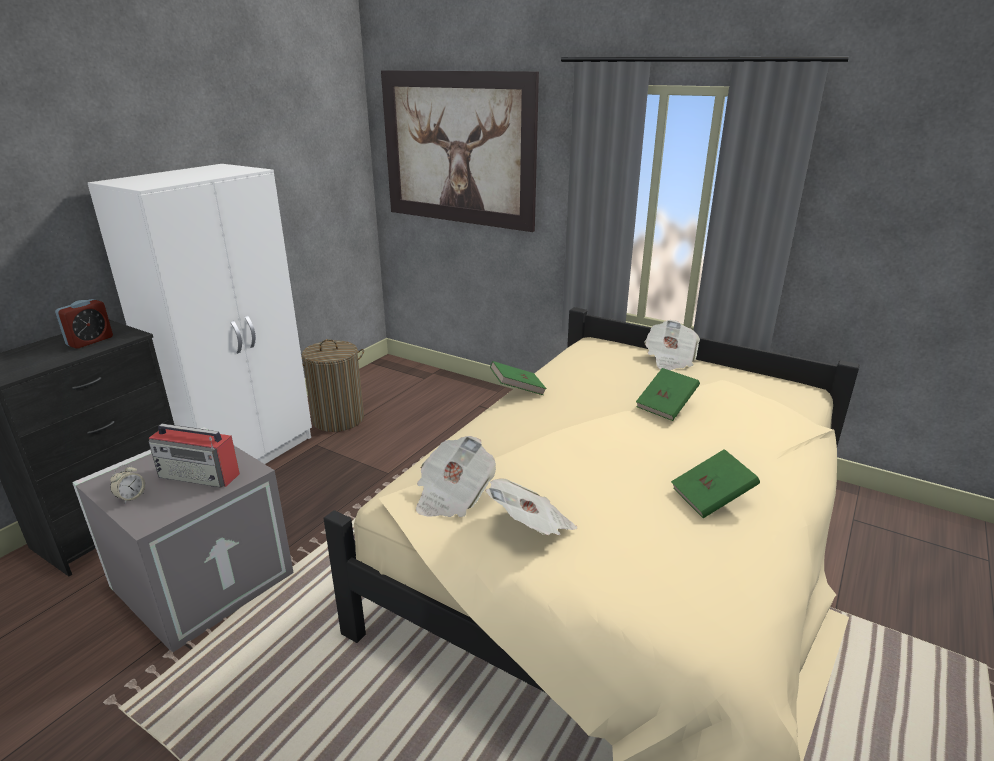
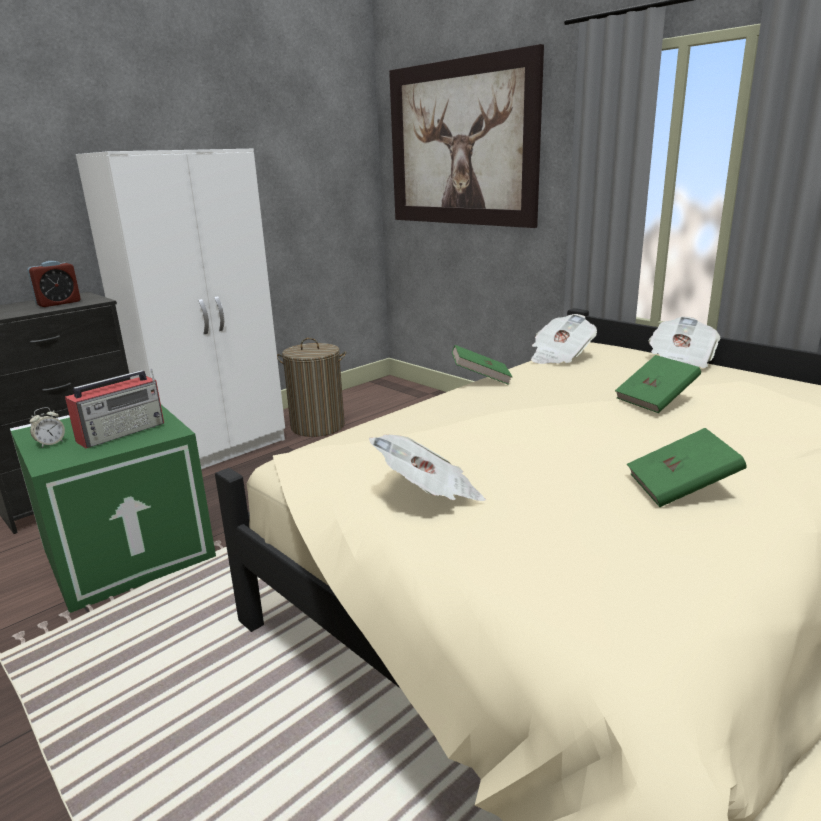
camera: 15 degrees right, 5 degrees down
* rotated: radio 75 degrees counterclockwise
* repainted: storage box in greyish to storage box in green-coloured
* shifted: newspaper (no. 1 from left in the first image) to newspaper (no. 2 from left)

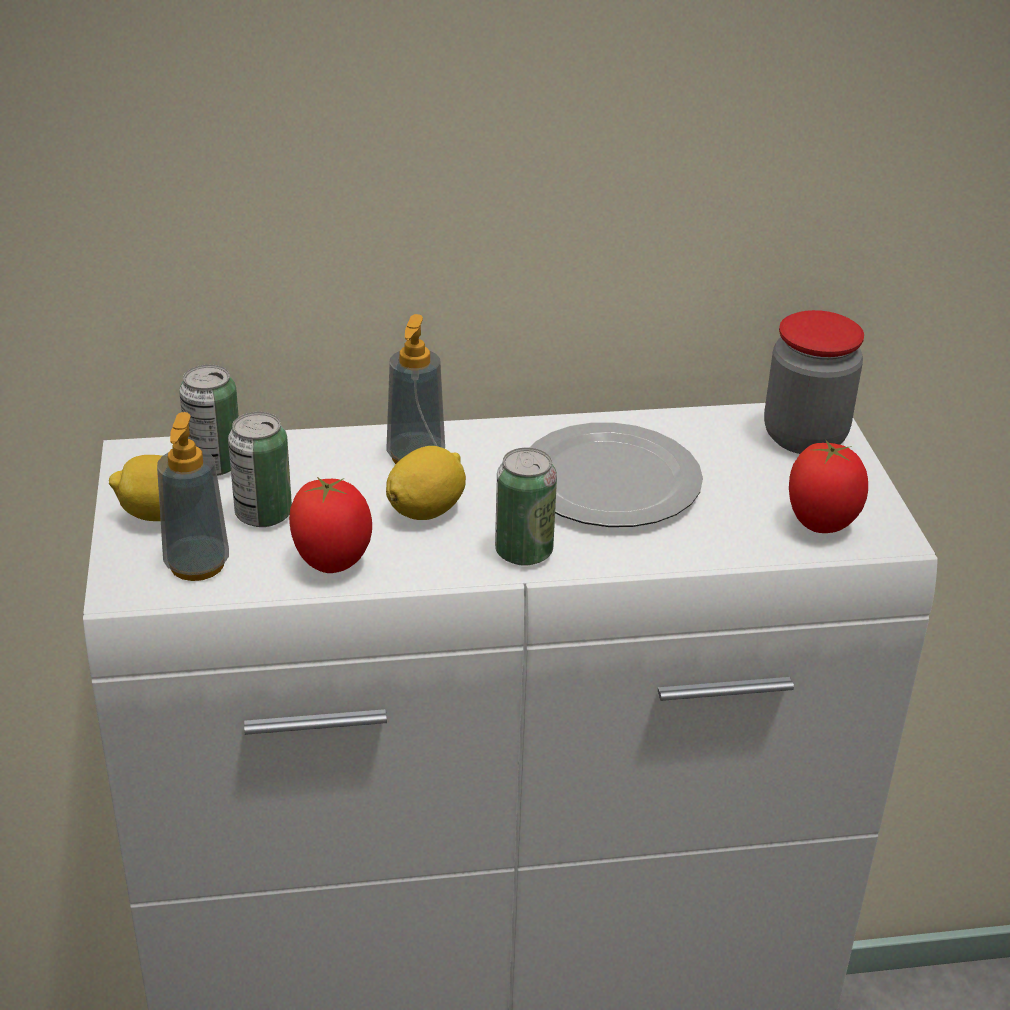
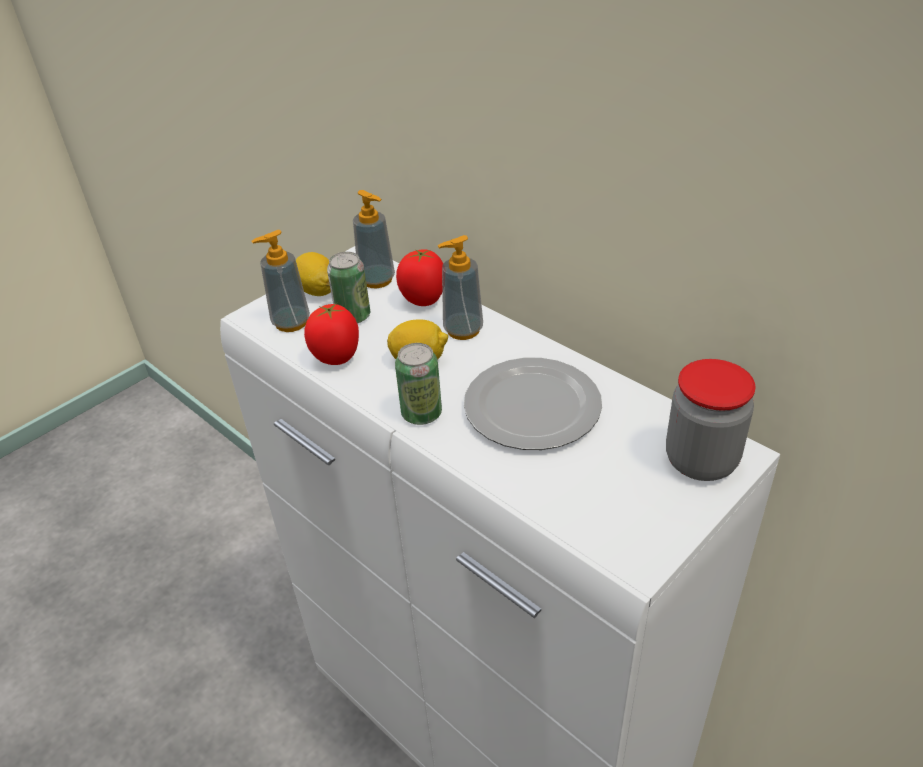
camera: 55 degrees right, 5 degrees up
* swapped: can (no. 1 from left) to liquid soap bottle (no. 2 from left)
* shifted: whole tomato (no. 2 from left)

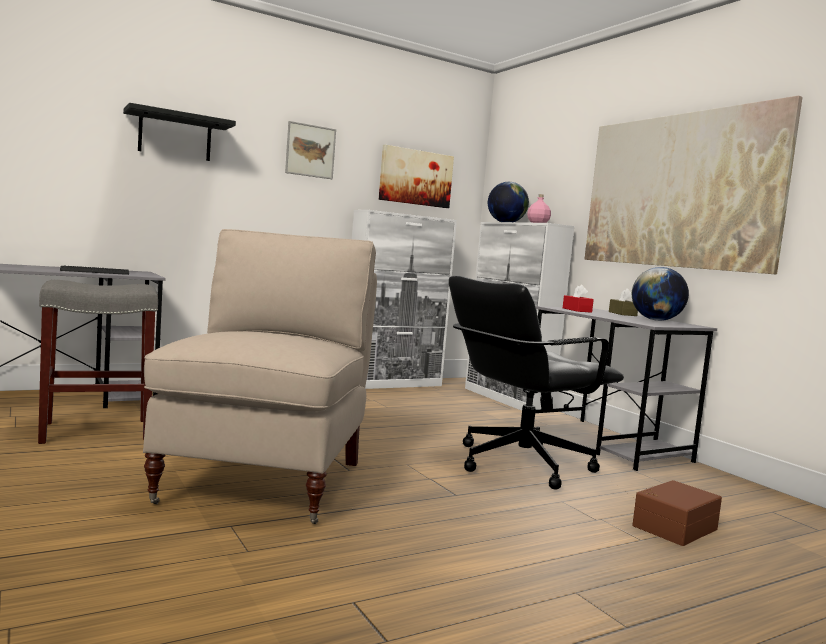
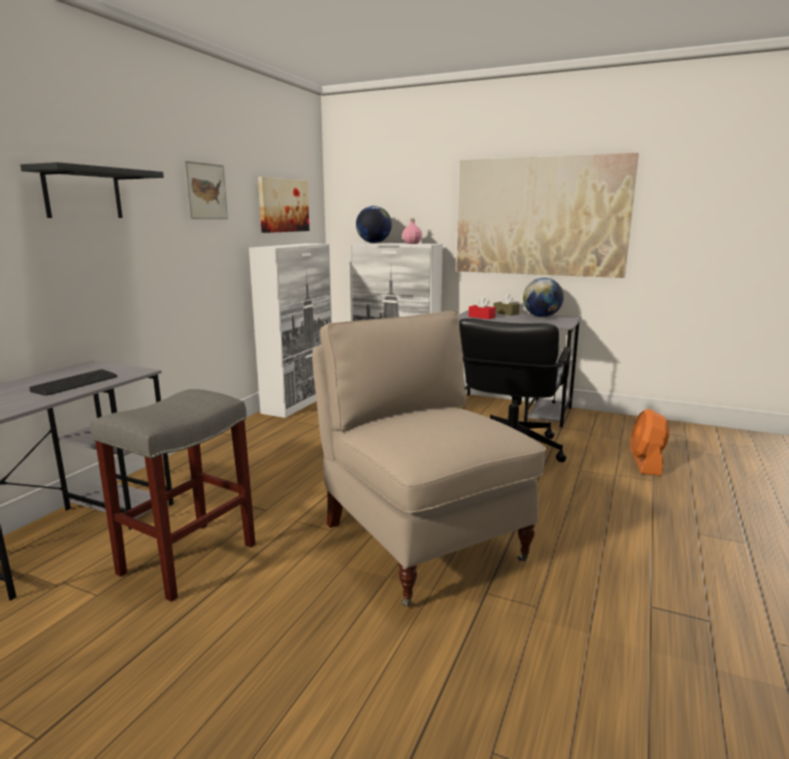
camera: 35 degrees left, 10 degrees up
* swapped: storage box in brown-coloured to electric fan in orangey

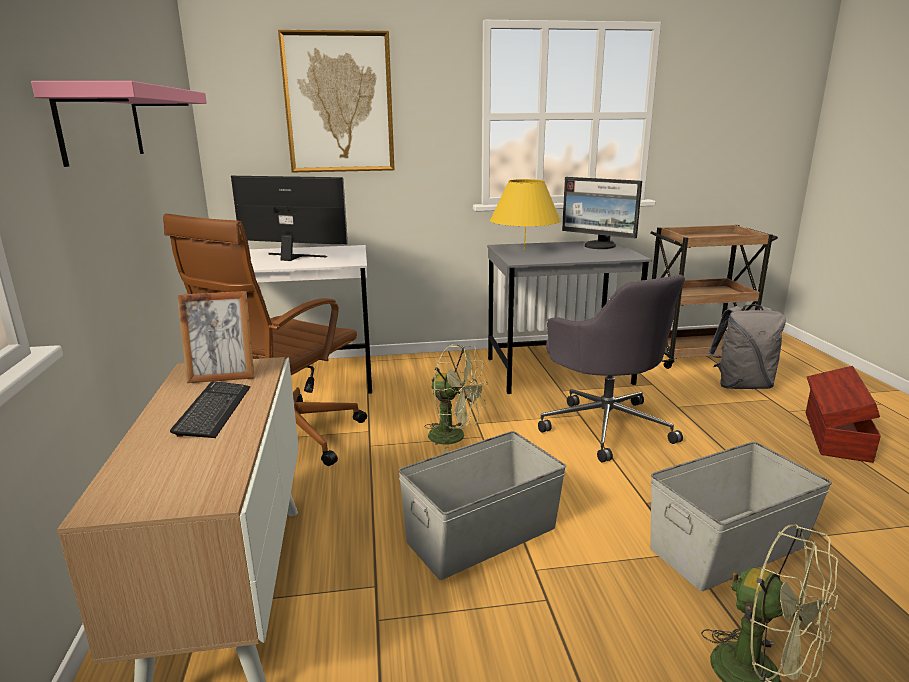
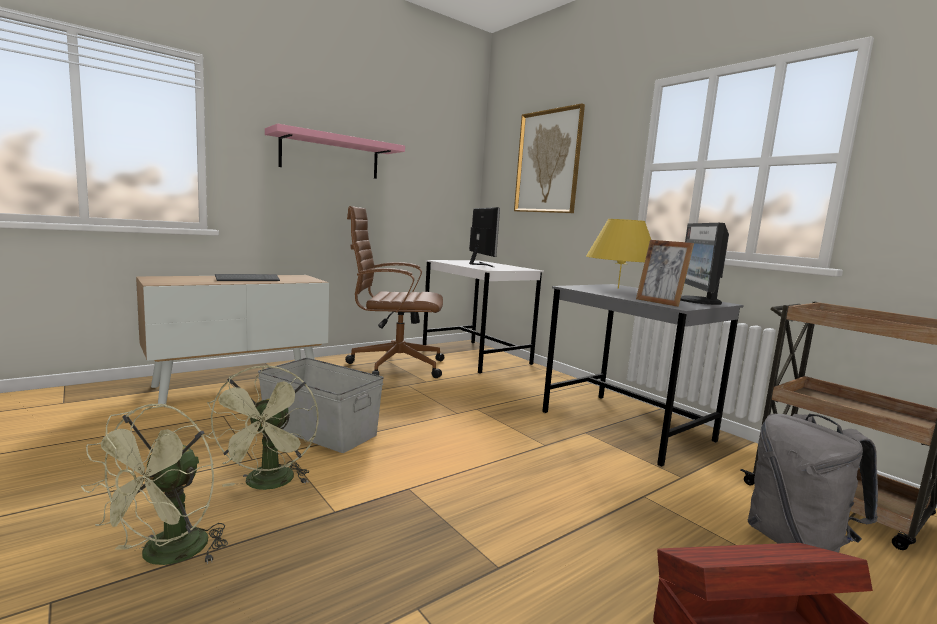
camera: 60 degrees right, 10 degrees down
* gone: computer chair in greyish
* shifted: photo frame
* shifted: electric fan in green-coloured (no. 1 from left in the first image) to electric fan in green-coloured (no. 2 from left)
* gone: storage box in greyish (no. 2 from left)

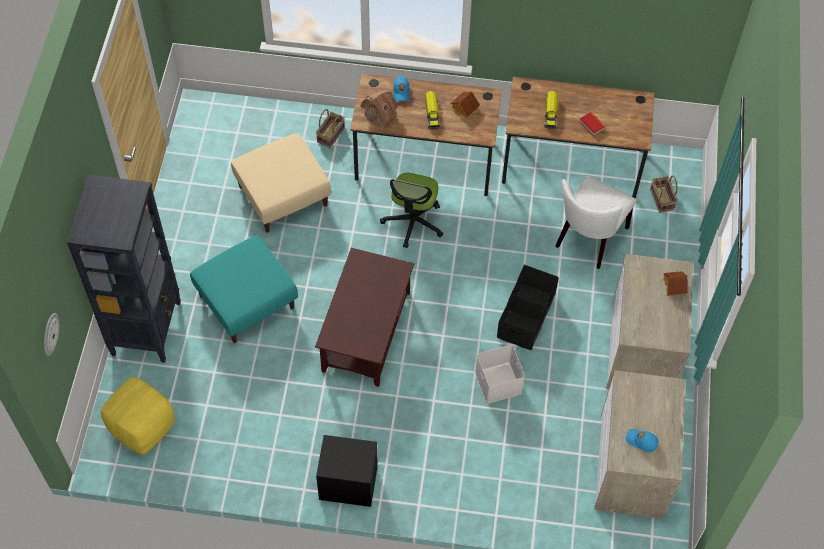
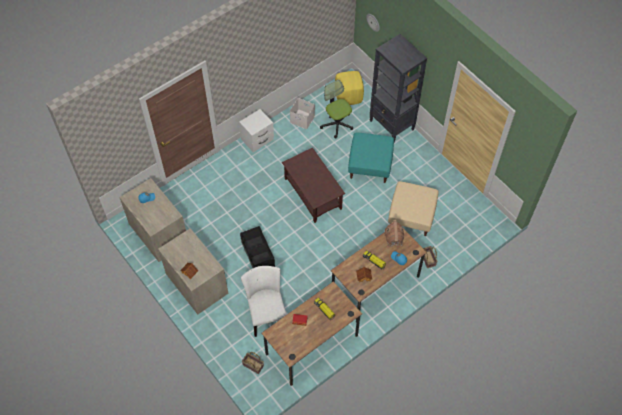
camera: 135 degrees right, 0 degrees up
* shifted: computer chair
* shifted: storage box in white-coloured
* repainted: night table in black to night table in white-coloured

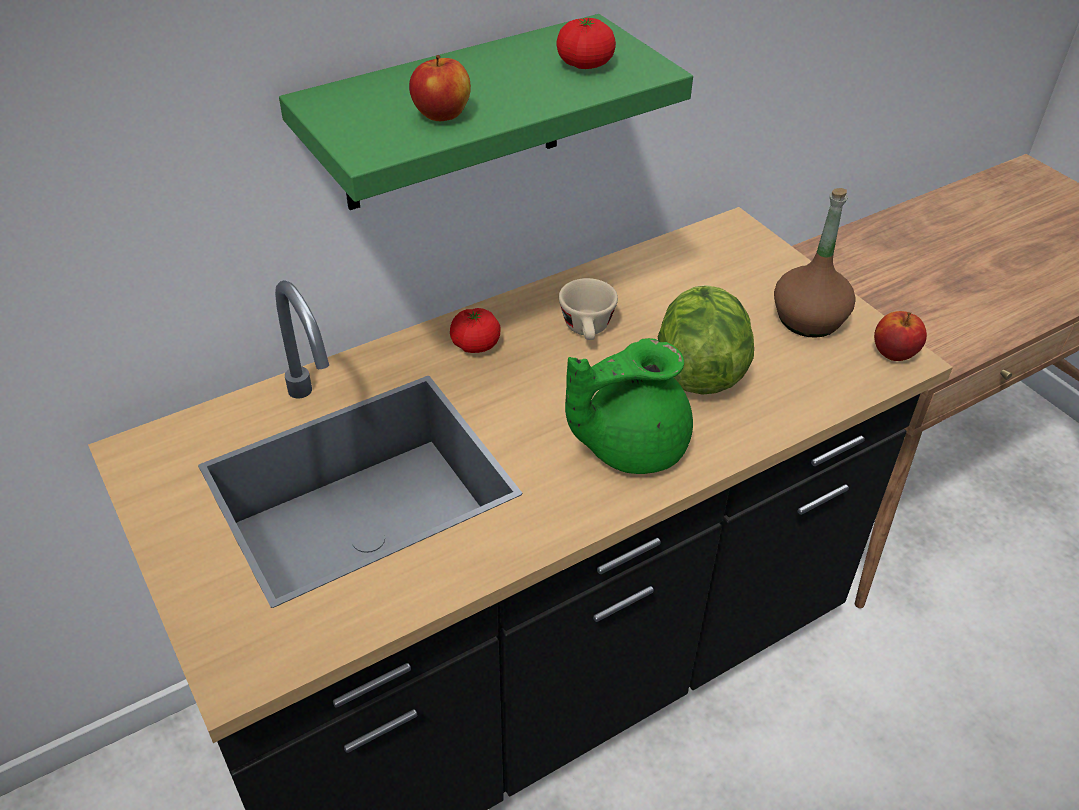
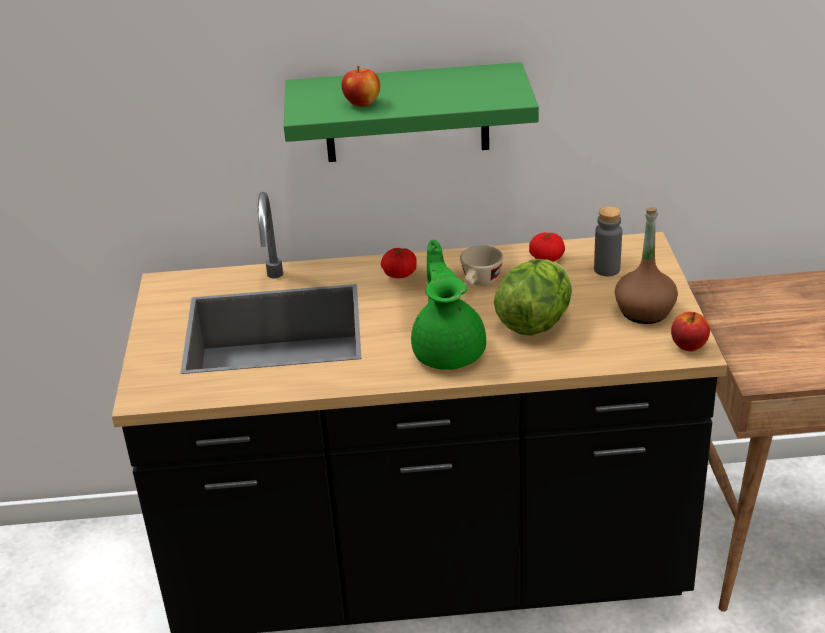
camera: 30 degrees right, 10 degrees down
* shifted: whole tomato (no. 2 from left)
* rotated: teapot in green-coloured 75 degrees clockwise
* new: drink bottle in greyish

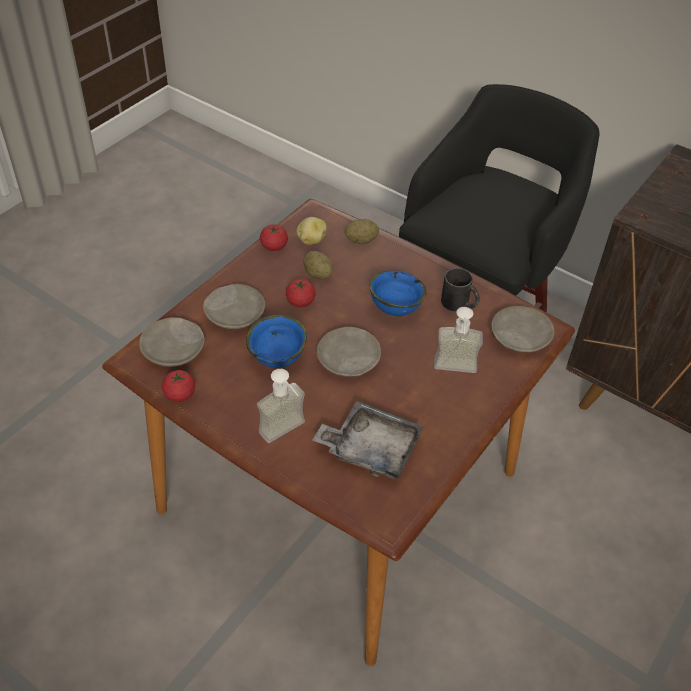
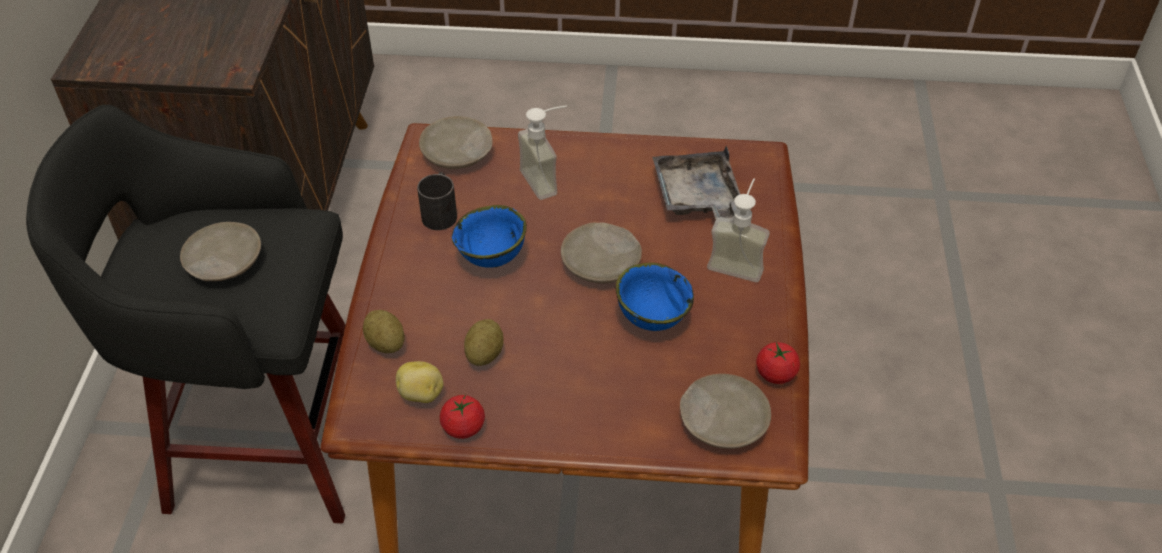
camera: 120 degrees left, 0 degrees up
* gone: whole tomato (no. 3 from left)
* shifted: dinner plate in sand-coloured (no. 2 from left in the first image) to dinner plate in sand-coloured (no. 1 from left)

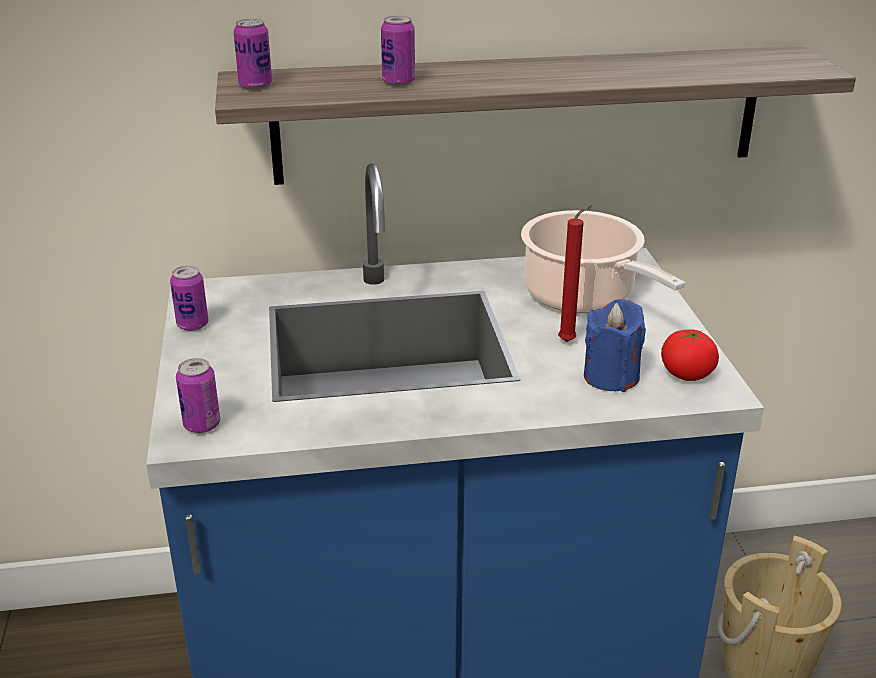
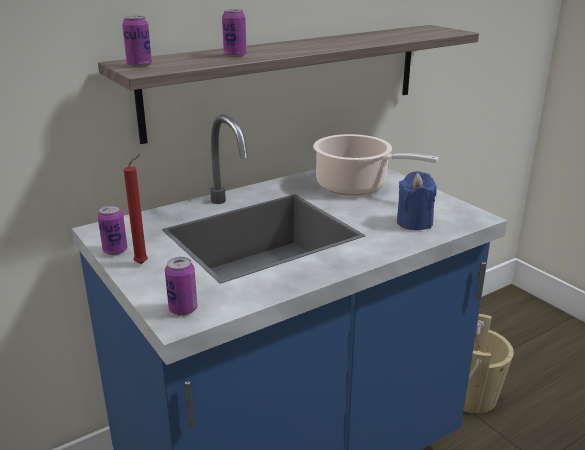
camera: 25 degrees left, 5 degrees down
* shifted: wax candle in red-coloured
* gone: whole tomato

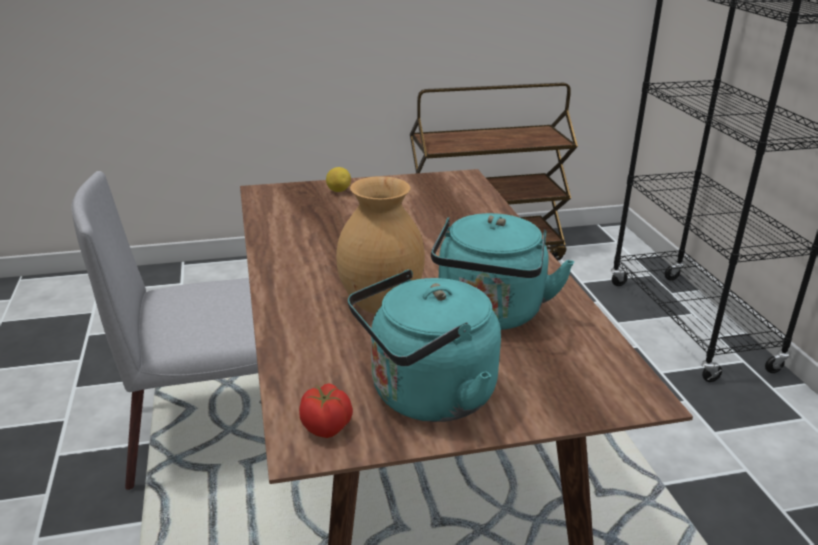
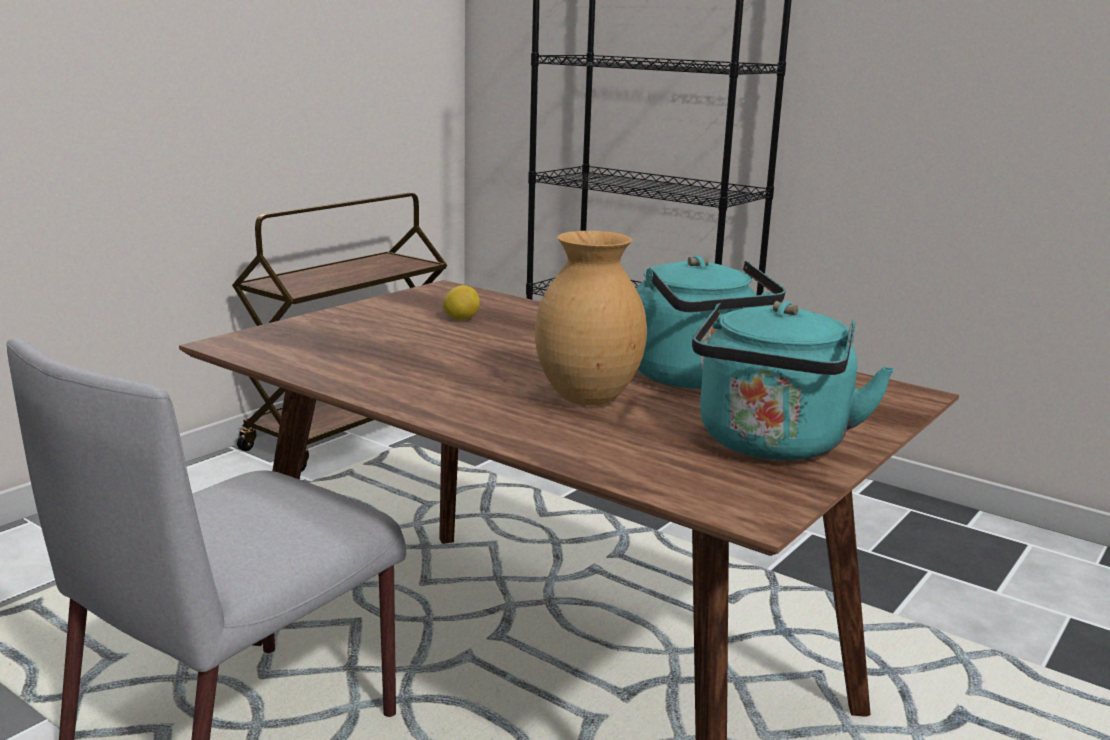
camera: 40 degrees left, 10 degrees down
* shifted: whole lemon
* gone: whole tomato

